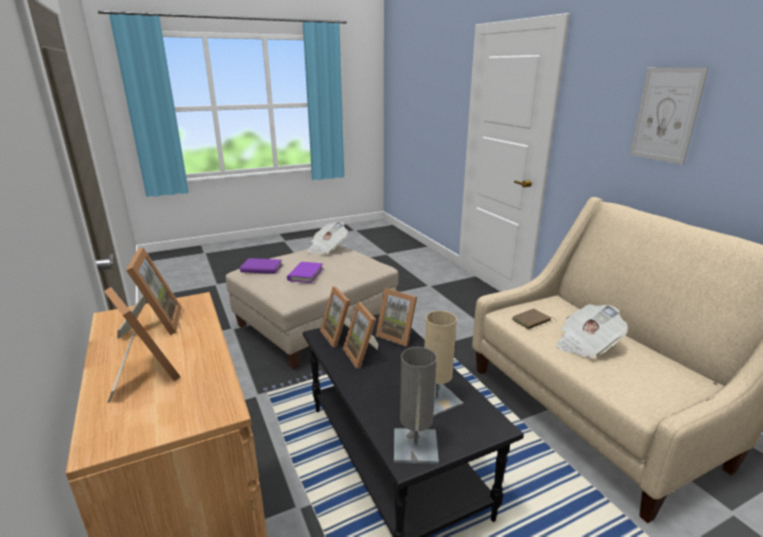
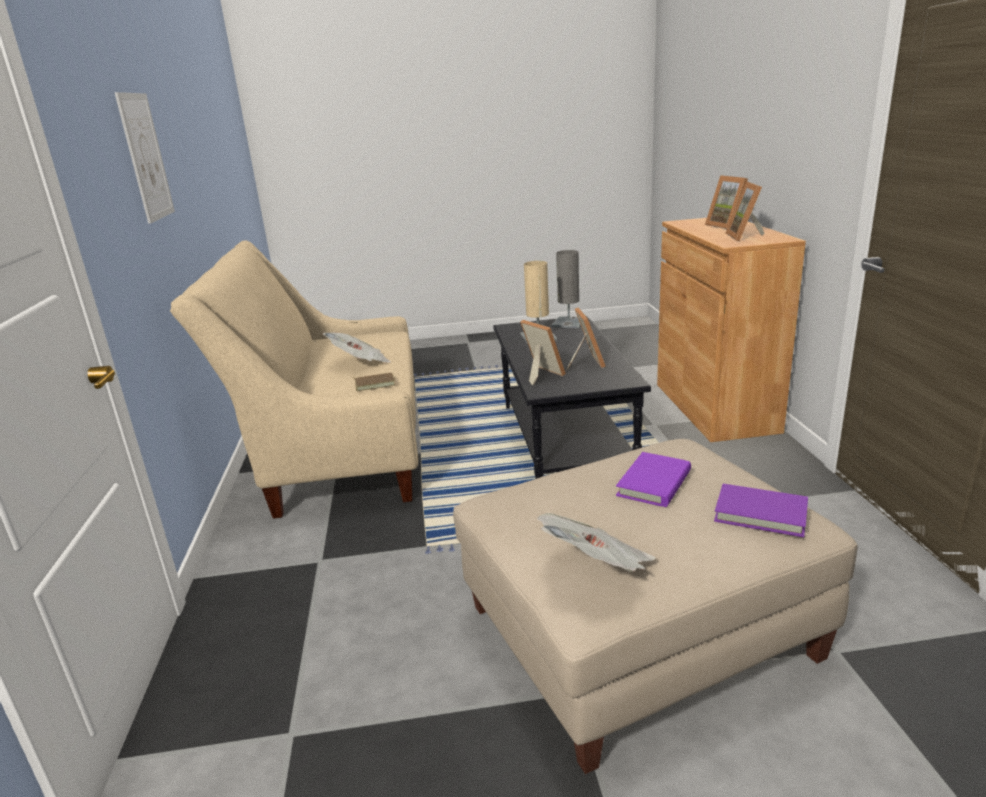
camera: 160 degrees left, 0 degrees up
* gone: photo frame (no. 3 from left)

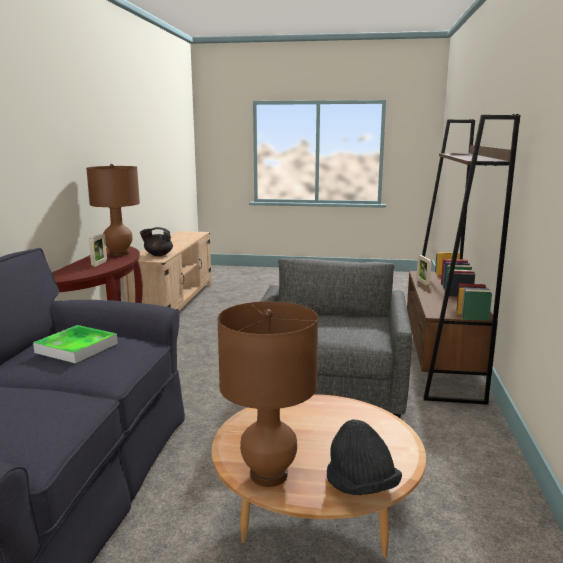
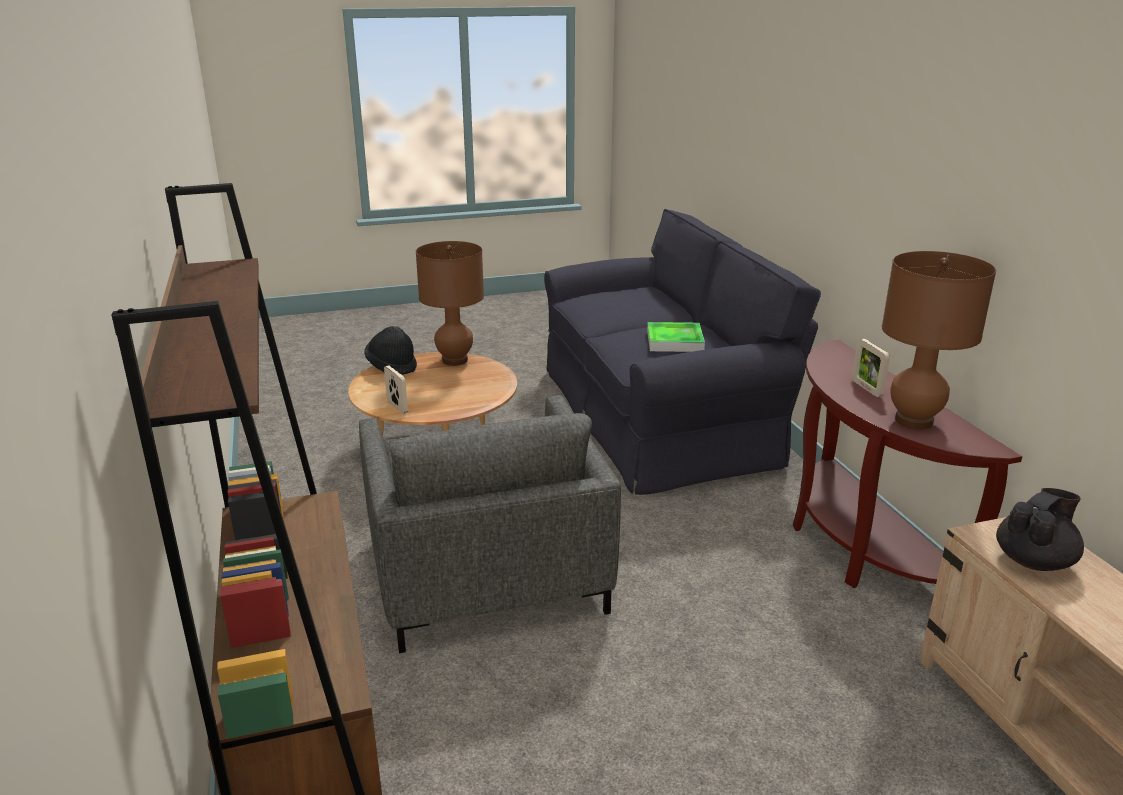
camera: 155 degrees right, 10 degrees up
* shifted: photo frame (no. 2 from left in the first image) to photo frame (no. 1 from left)

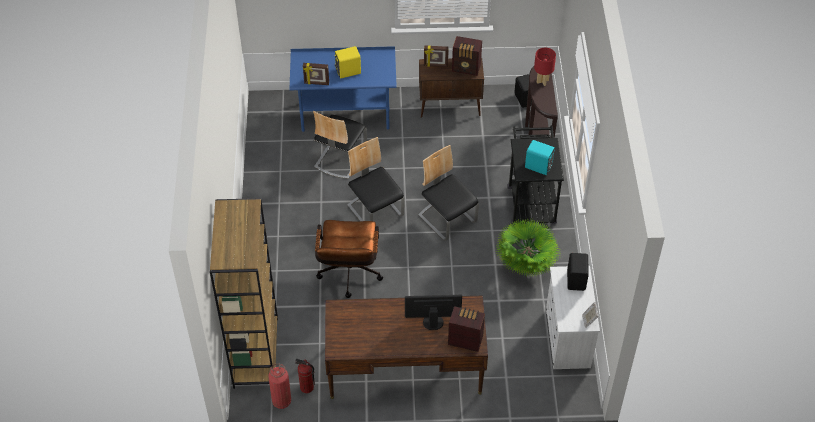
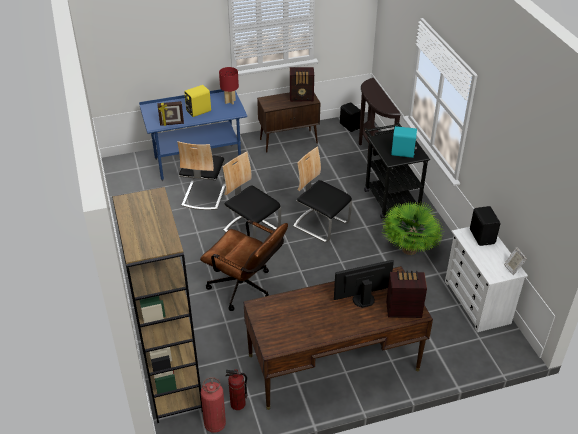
camera: 15 degrees left, 10 degrees down
* gone: photo frame (no. 2 from left)
* shifted: tabletop lamp in red-coloured
* rotated: computer chair in brown-coloured 45 degrees counterclockwise

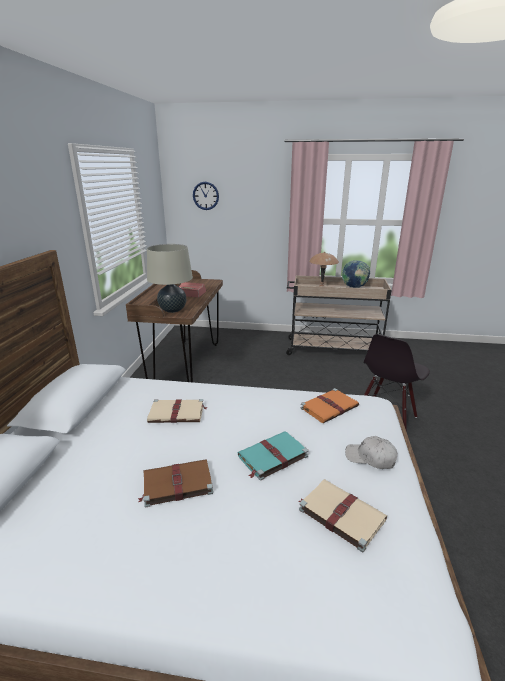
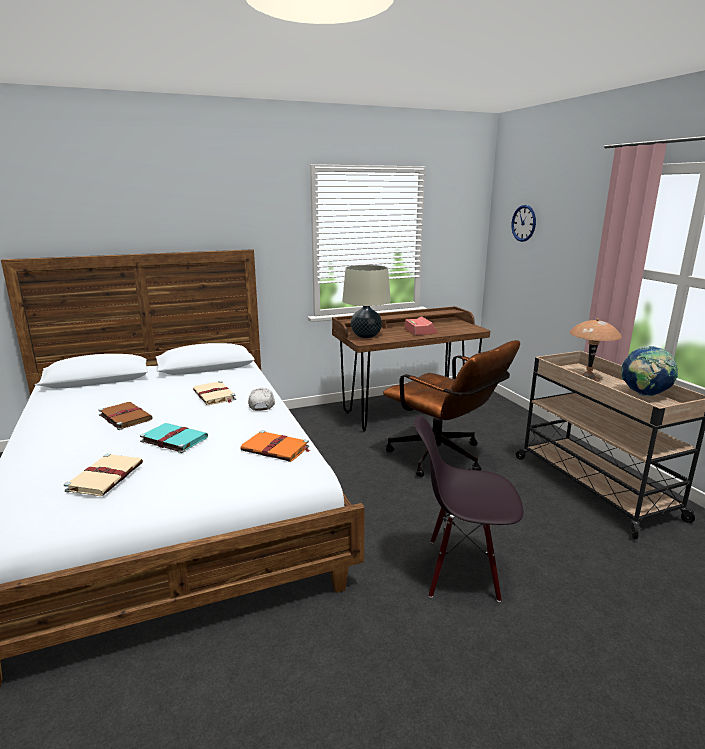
camera: 60 degrees right, 5 degrees down
* shifted: baseball cap in white-coloured
* new: computer chair in brown-coloured

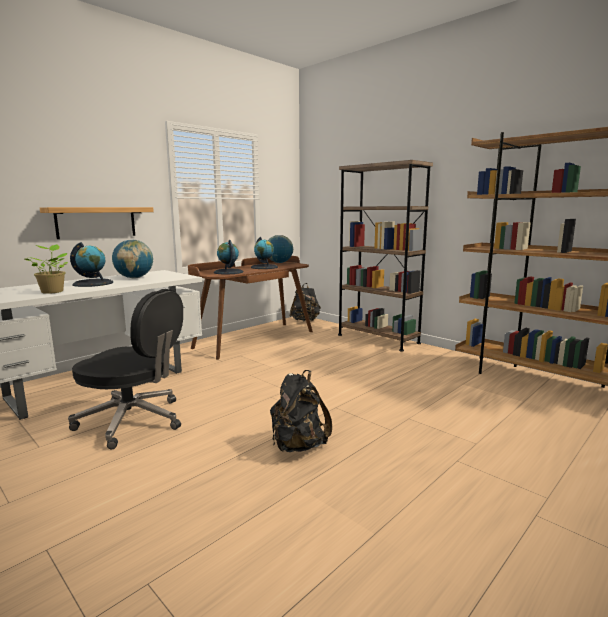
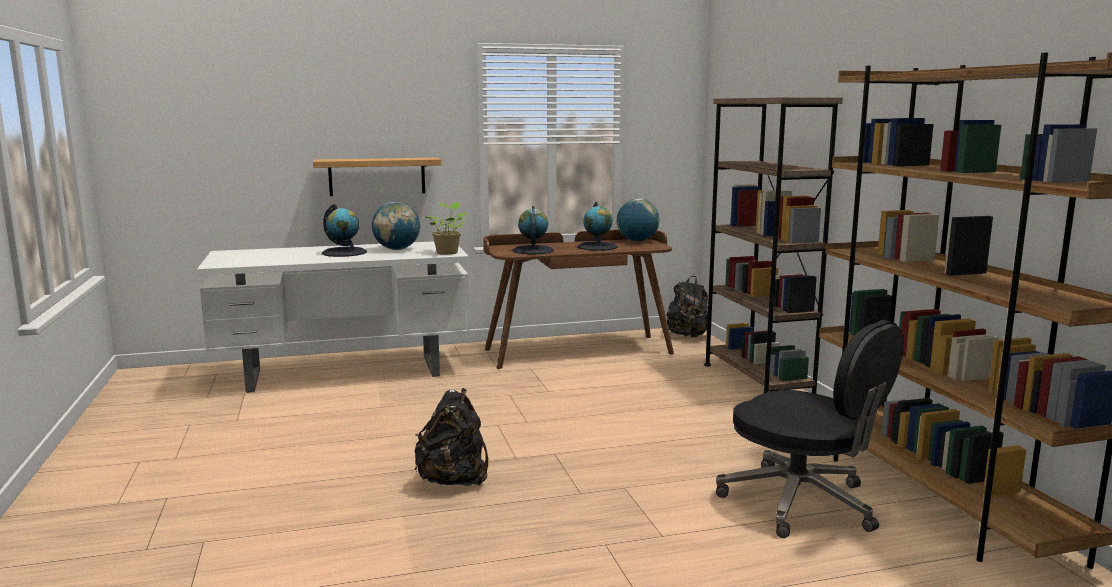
camera: 30 degrees right, 0 degrees up
* shifted: potted plant
* shifted: computer chair in black

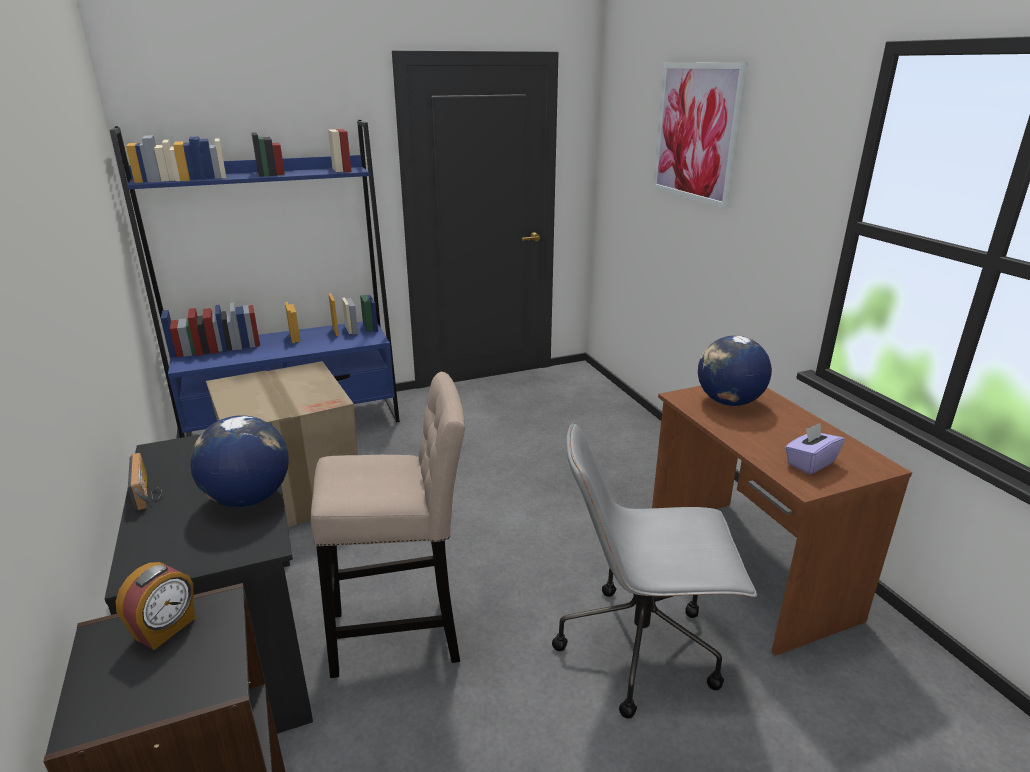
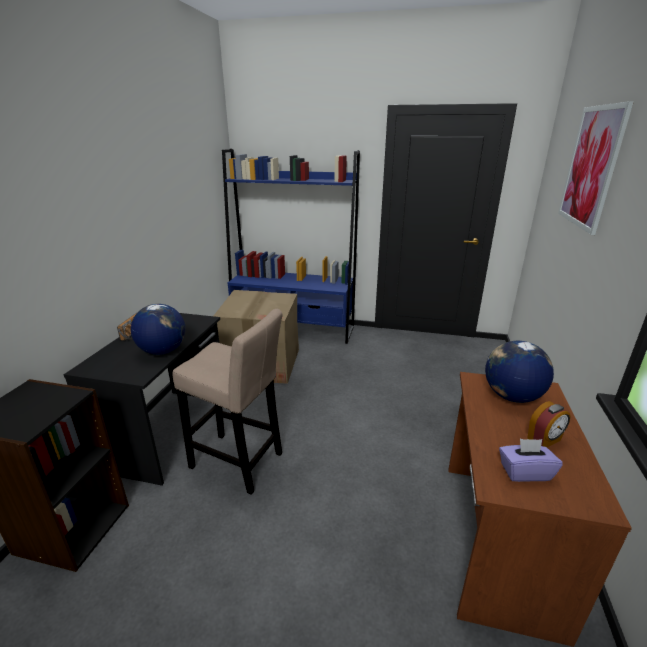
camera: 35 degrees right, 0 degrees up
* gone: computer chair in greyish
* shifted: bedside clock

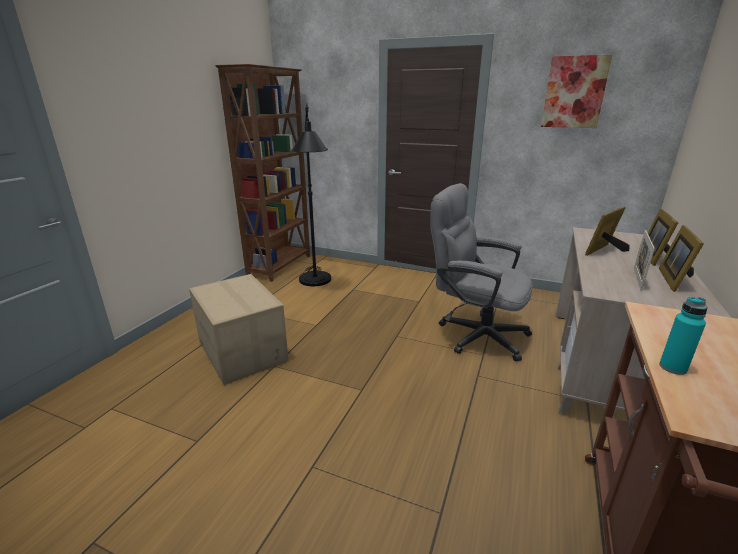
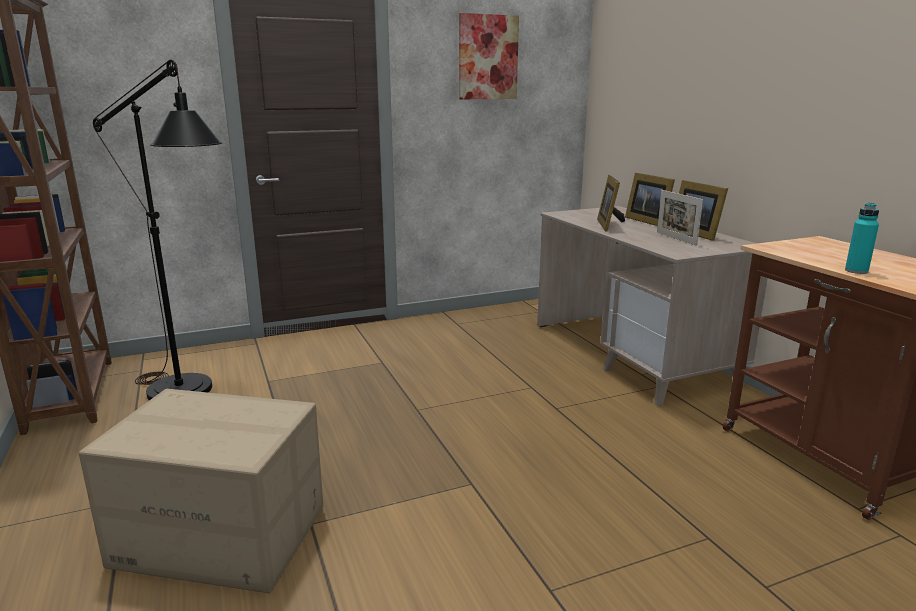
camera: 45 degrees left, 5 degrees down
* gone: computer chair in greyish

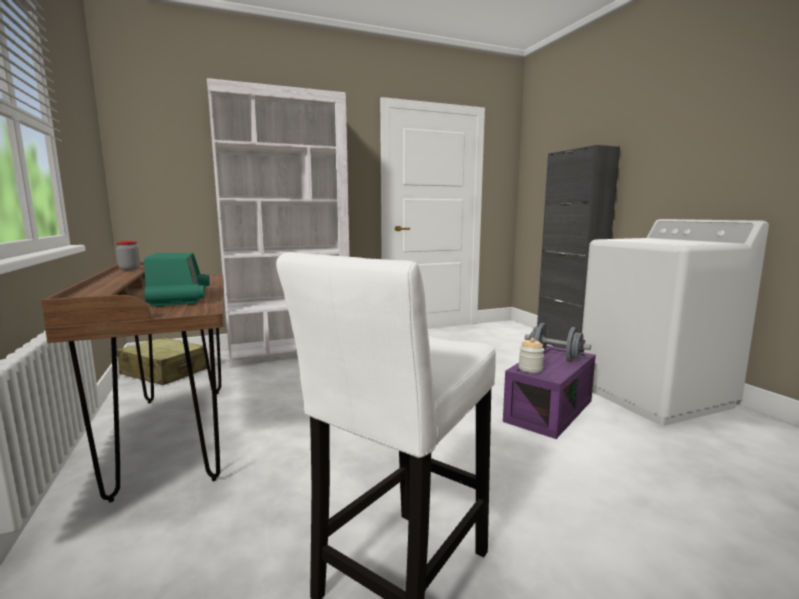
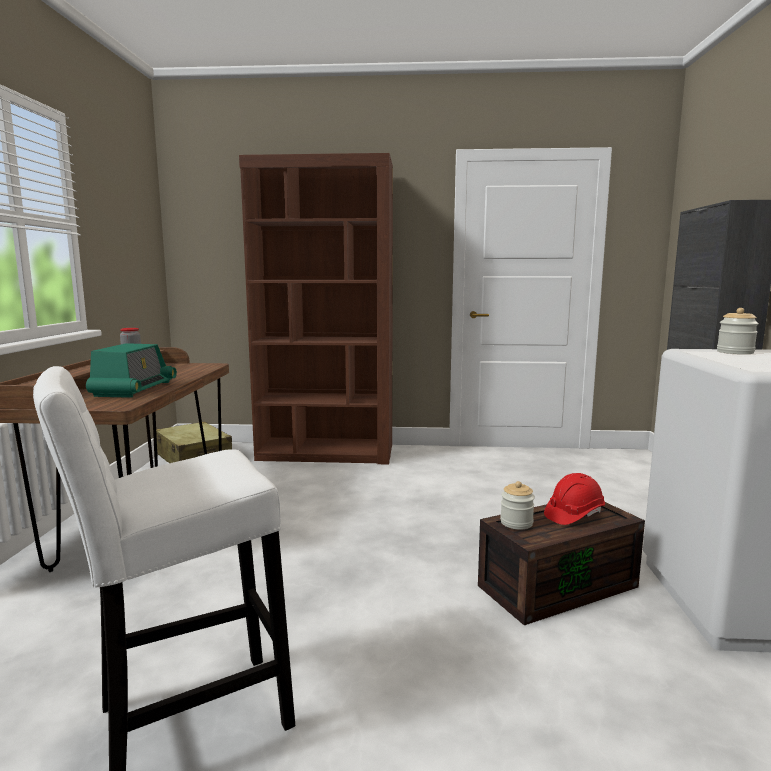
camera: 25 degrees right, 0 degrees up
* repainted: bookcase in white-coloured to bookcase in brown-coloured
* swapped: hand weight in greyish to work helmet in red-coloured
* repainted: storage box in purplish to storage box in brown-coloured
* new: jar (no. 3 from left)

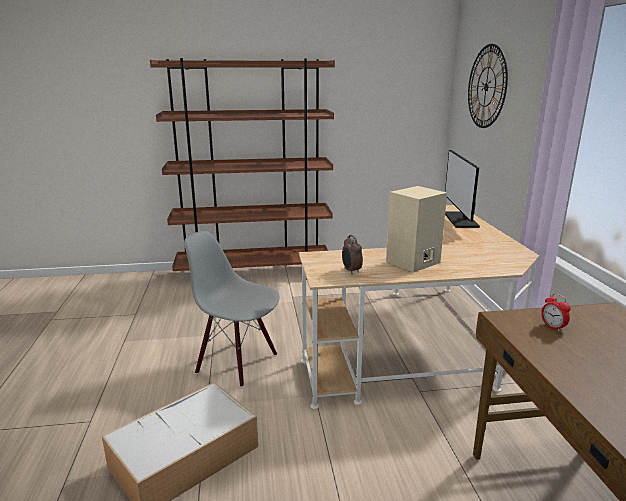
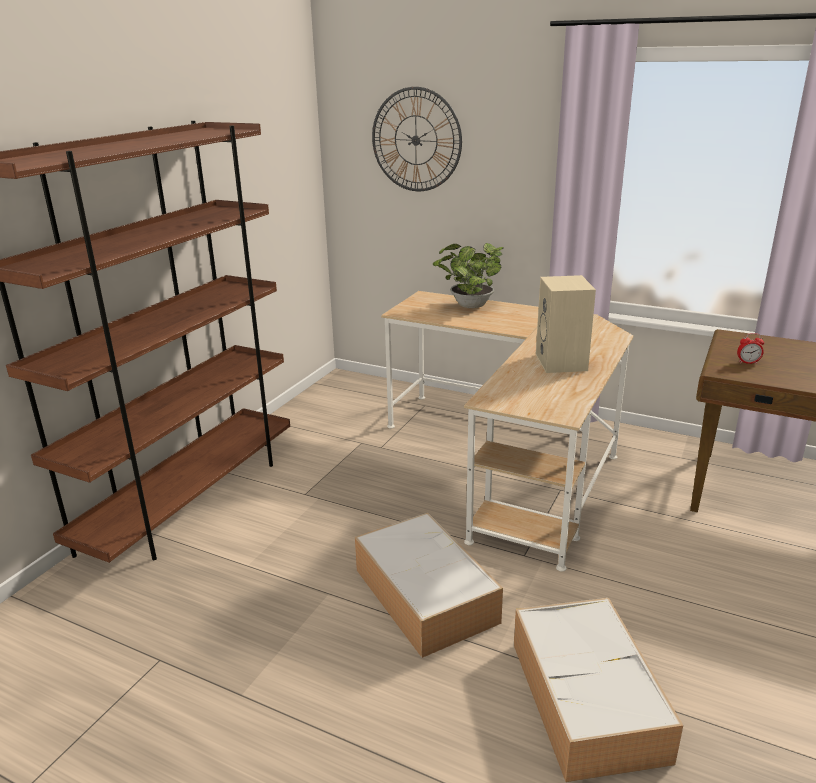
camera: 55 degrees left, 5 degrees up
* swapped: computer display to potted plant
* swapped: plain chair in greyish to storage box (no. 1 from left)
* gone: bedside clock (no. 1 from left)

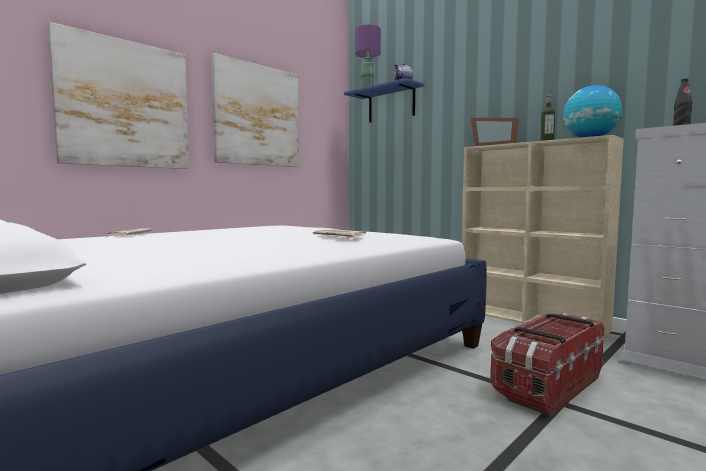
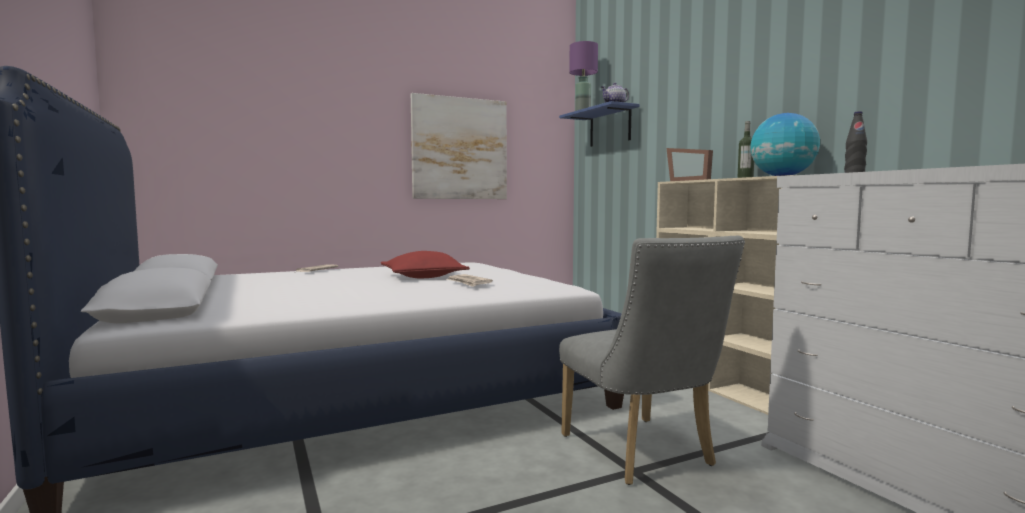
camera: 20 degrees right, 0 degrees up
* gone: wall art (no. 1 from left)
* swapped: storage box to plain chair in greyish
* new: pillow in red-coloured

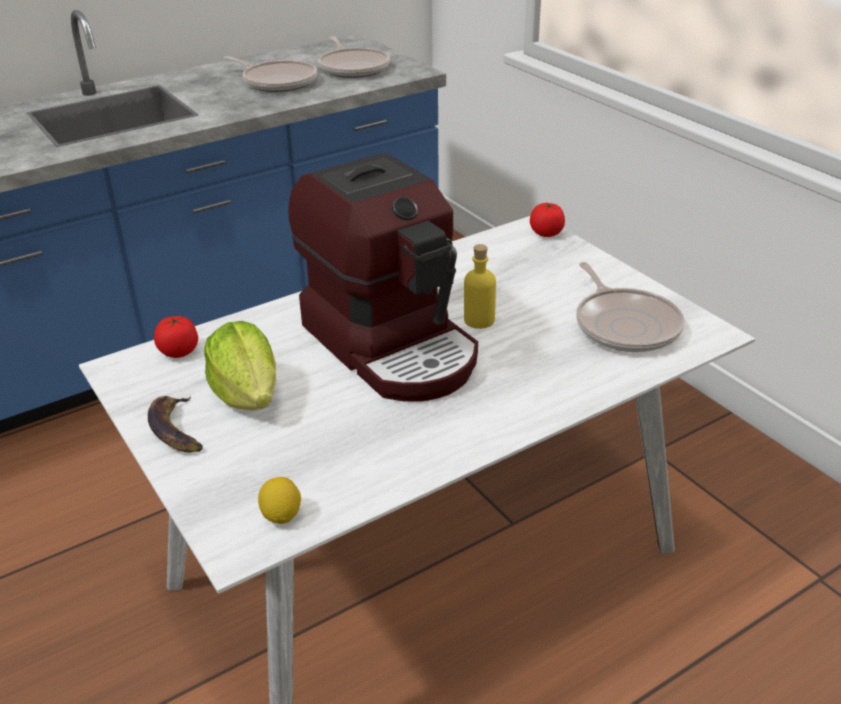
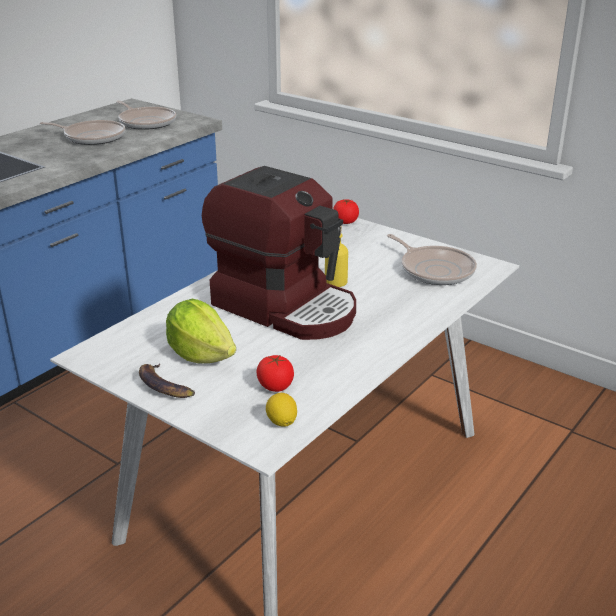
camera: 20 degrees left, 5 degrees down
* shifted: whole tomato (no. 1 from left)

